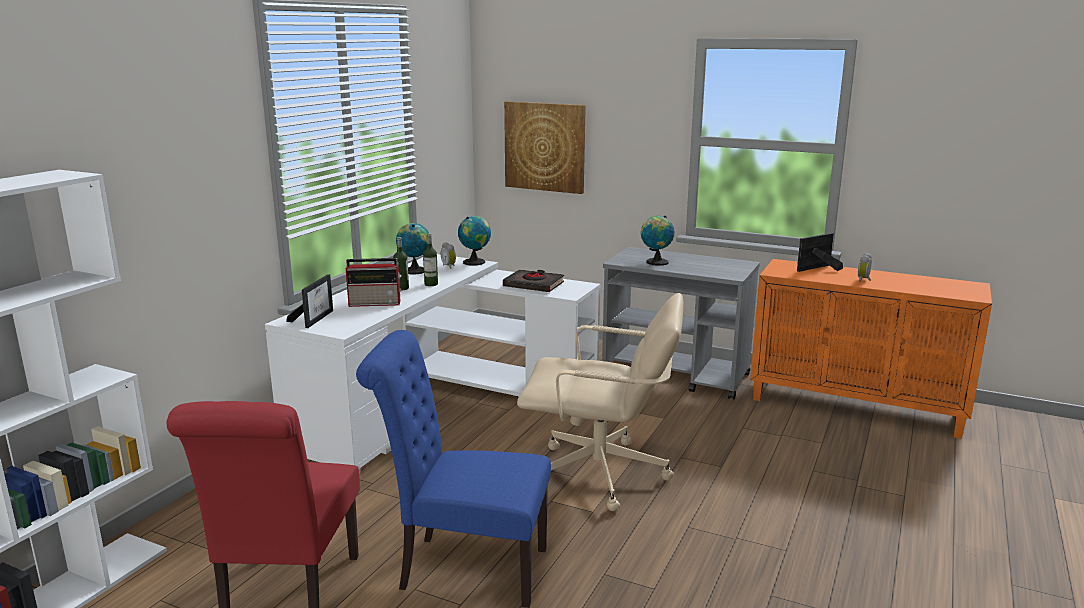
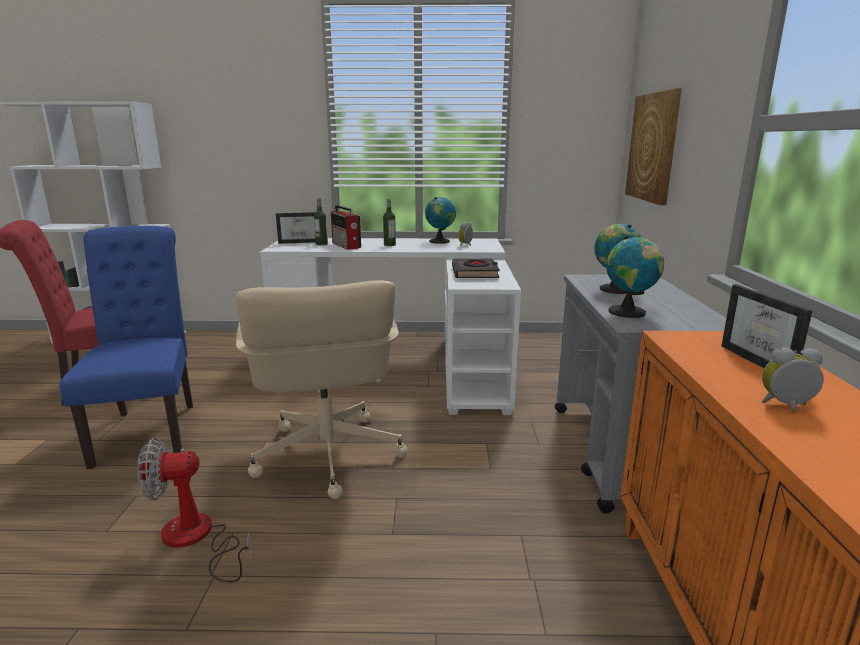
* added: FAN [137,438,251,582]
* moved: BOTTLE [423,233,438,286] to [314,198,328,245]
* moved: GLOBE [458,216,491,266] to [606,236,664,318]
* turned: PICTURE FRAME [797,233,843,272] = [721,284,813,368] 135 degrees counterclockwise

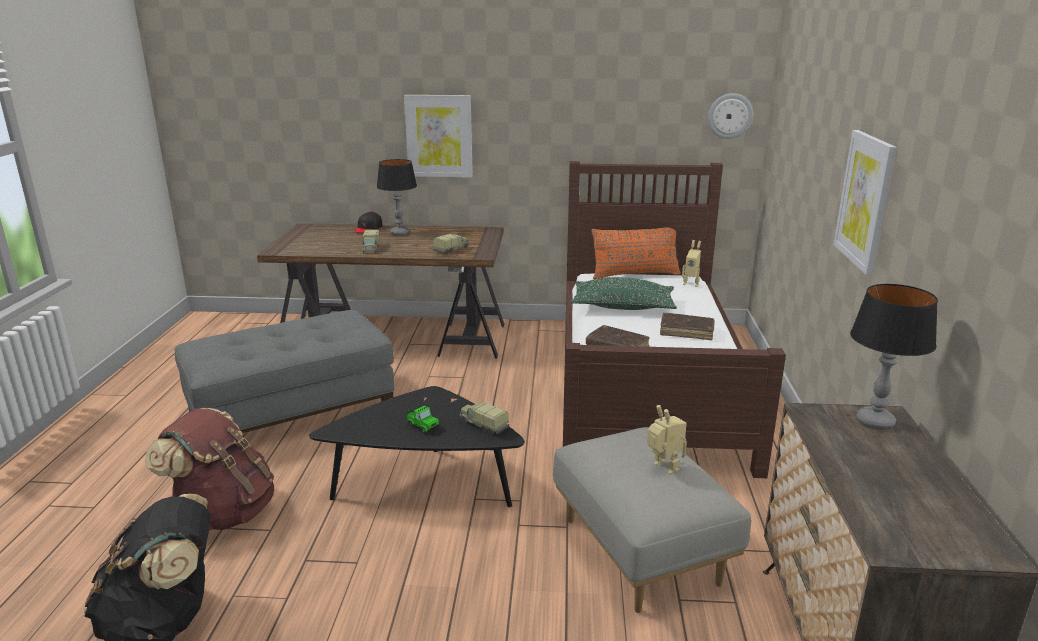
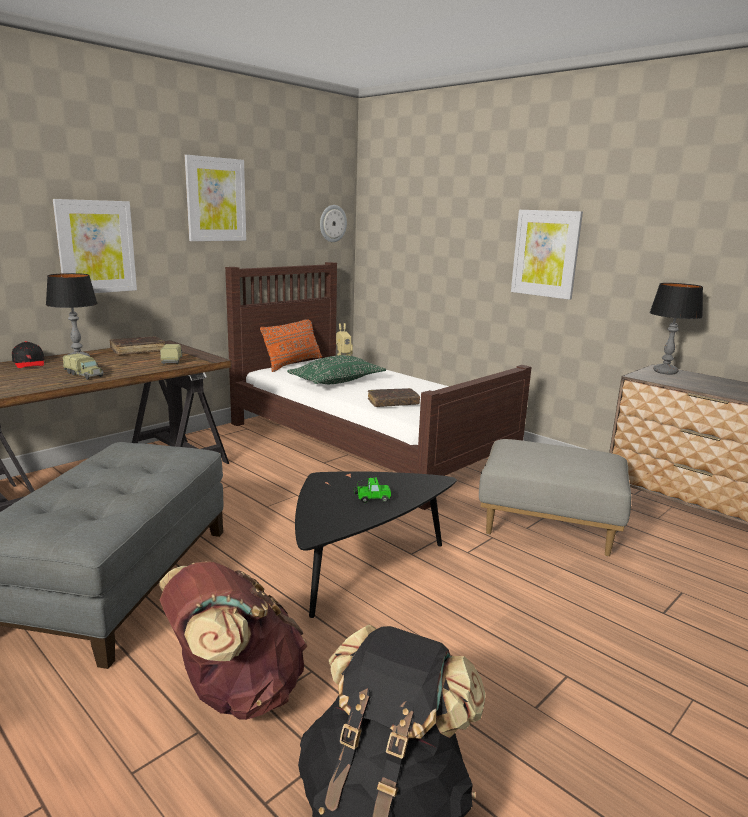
* moved: BROWN BOOK [660,313,714,340] to [109,336,165,355]
* added: PICTURE [185,155,246,241]
* removed: TOY TRUCK [459,402,509,435]
* removed: TOY ROBOT [647,405,687,475]

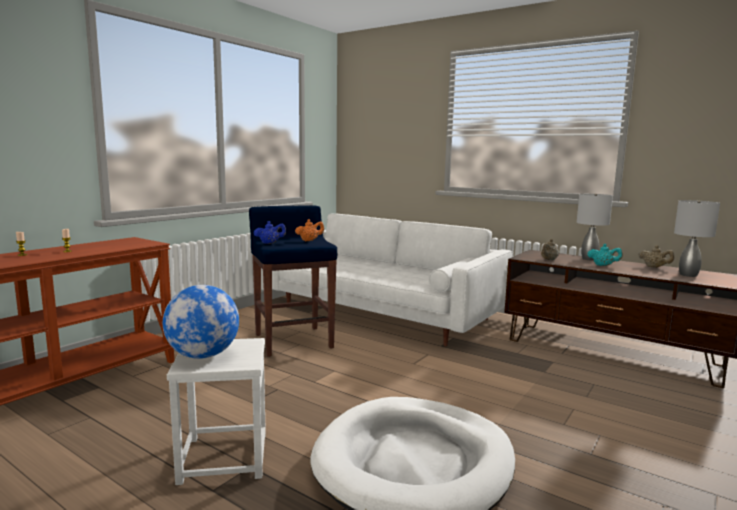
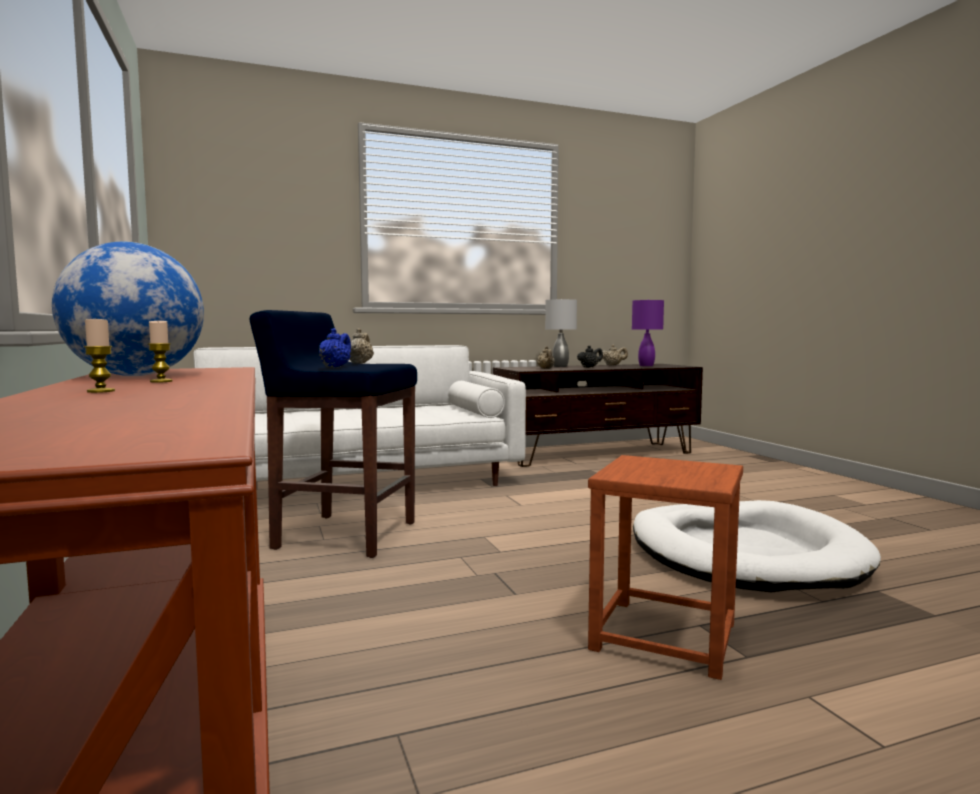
* moved: GLOBE [163,285,239,359] to [52,242,204,376]
* recoloured: ORANGE TEAPOT [295,219,324,241] to BEIGE TEAPOT [350,328,374,364]
* recoloured: TURQUOISE TEAPOT [588,244,623,266] to BLACK TEAPOT [577,346,603,368]
* recoloured: WHITE STOOL [167,338,266,485] to BROWN STOOL [588,455,743,680]
* recoloured: GREY TABLE LAMP [674,200,720,277] to PURPLE TABLE LAMP [632,299,664,366]

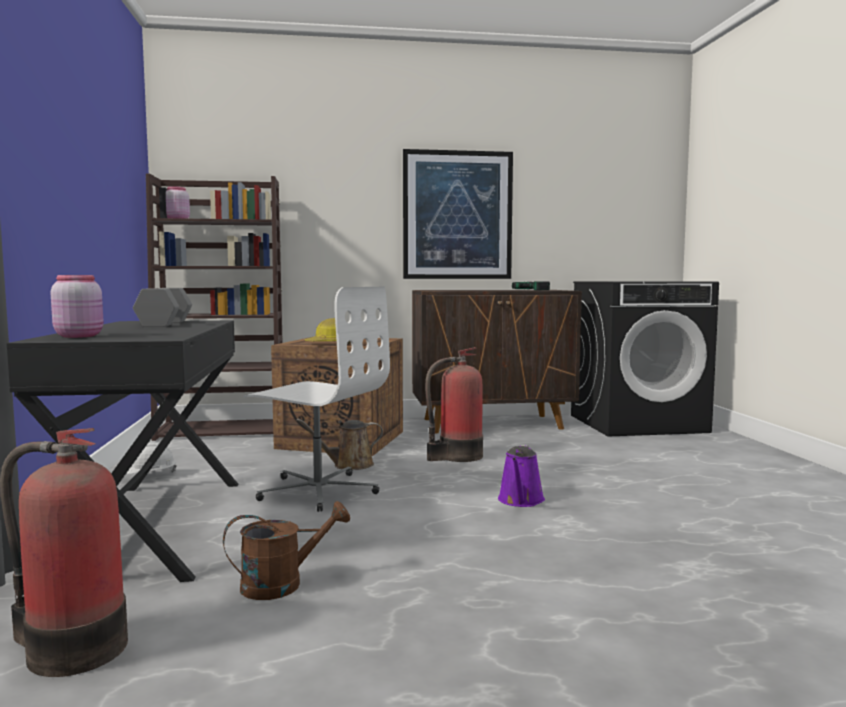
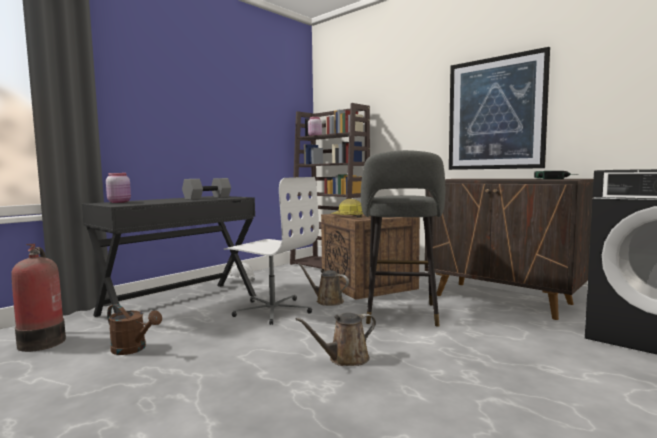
* turned: WHITE OFFICE CHAIR [243,287,390,512] = [224,177,319,325] 45 degrees counterclockwise
* recoloured: PURPLE WATERING CAN [498,445,545,507] to BROWN WATERING CAN [295,313,376,366]
* replaced: FIRE EXTINGUISHER [425,347,483,462] to GREY STOOL [361,150,445,327]

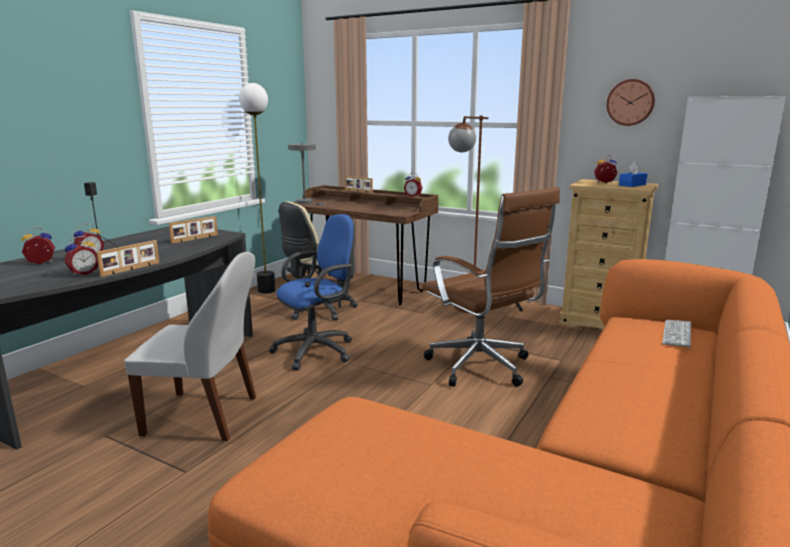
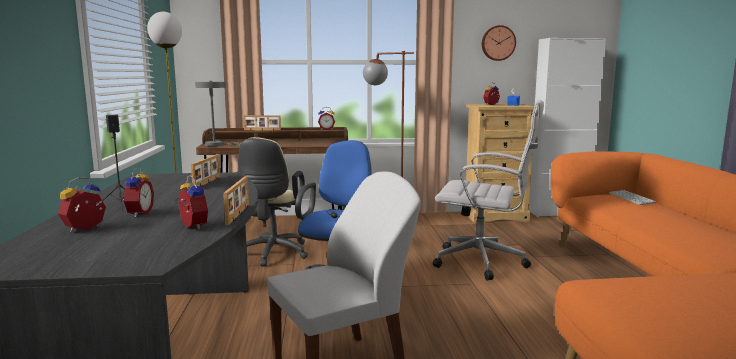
* turned: ALARM CLOCK [64,236,98,276] = [175,175,208,229] 45 degrees counterclockwise
* recoloured: BROWN OFFICE CHAIR [422,187,560,387] to WHITE OFFICE CHAIR [433,99,544,281]

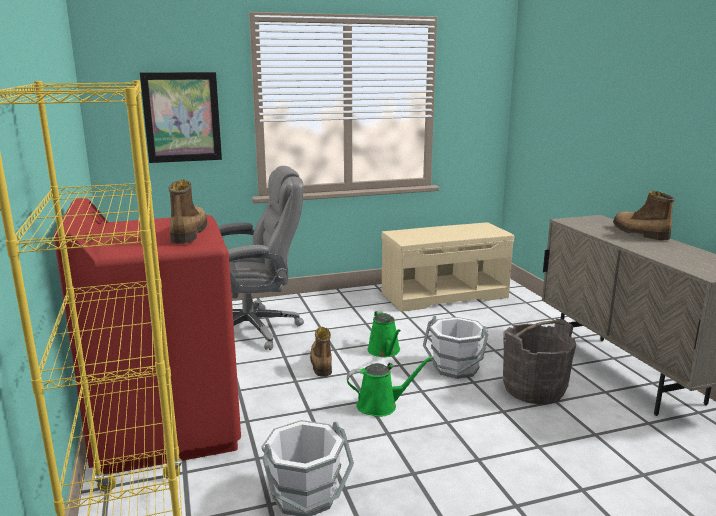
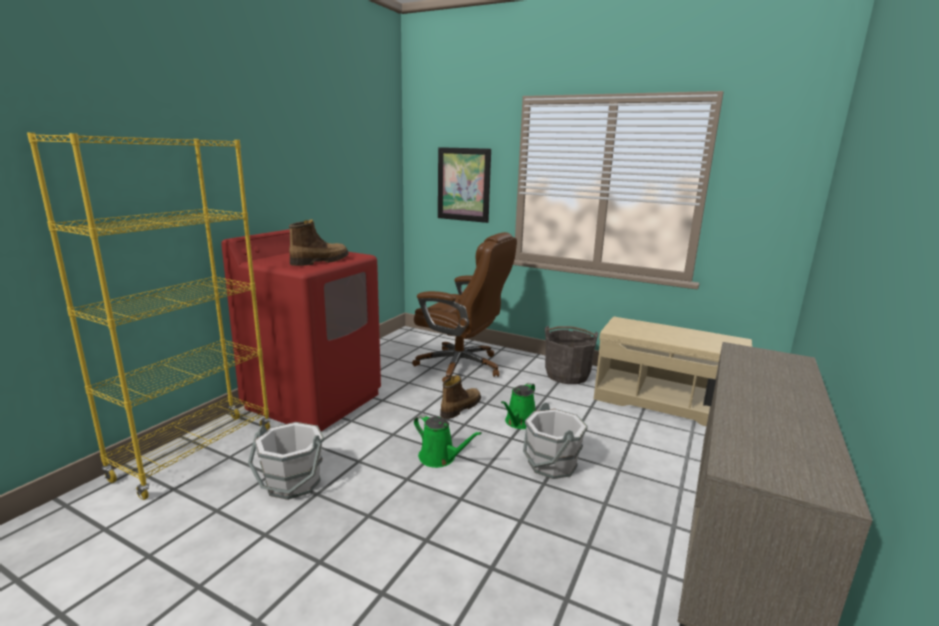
* recoloured: GREY OFFICE CHAIR [218,166,304,350] to BROWN OFFICE CHAIR [412,232,517,382]
* moved: GREY BUCKET [503,319,576,404] to [545,326,598,384]
* removed: BOOT [613,191,675,240]

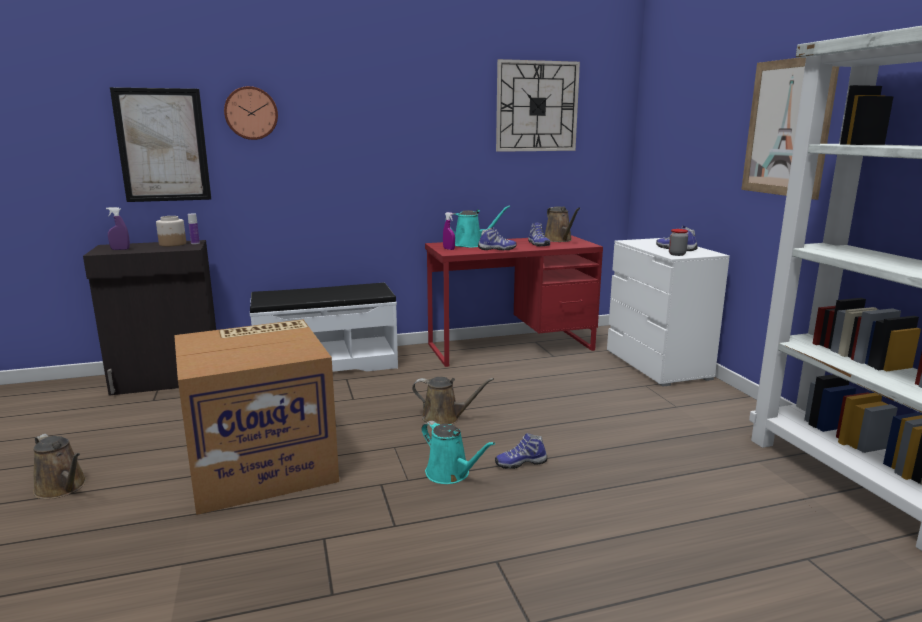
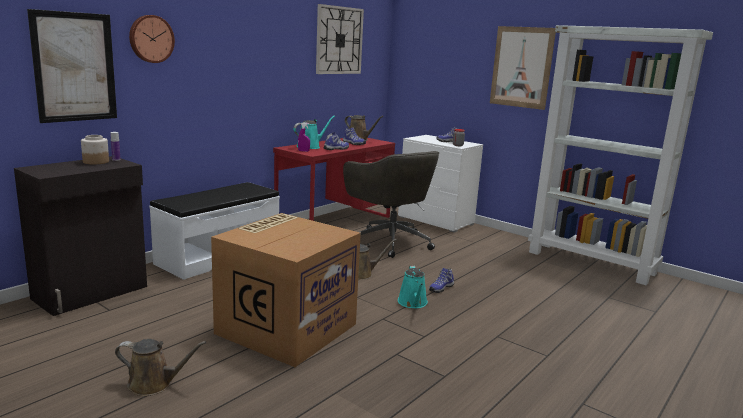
* added: GREY OFFICE CHAIR [343,151,439,258]
* turned: TURQUOISE WATERING CAN [422,421,495,484] = [398,266,428,308] 75 degrees clockwise
* removed: PURPLE SPRAY BOTTLE [106,207,130,250]

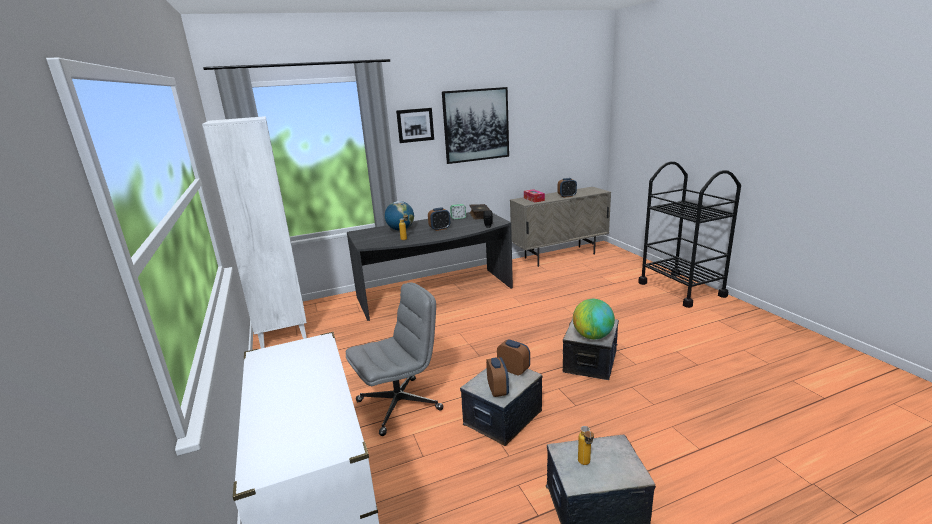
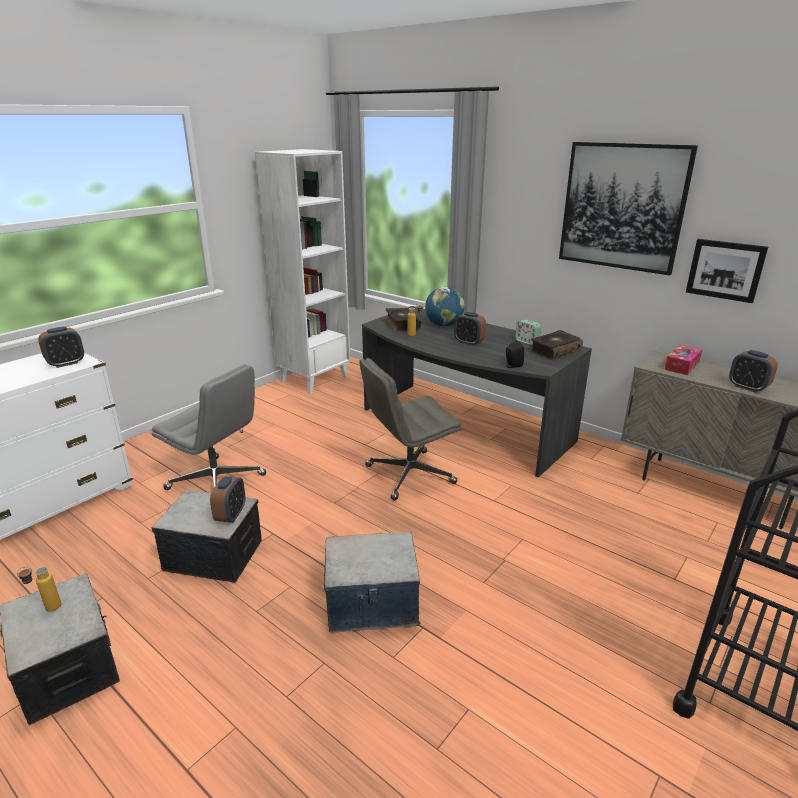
* moved: ALARM CLOCK [486,357,509,397] to [38,326,84,368]
* added: GREY OFFICE CHAIR [359,358,462,500]
* added: BOOK [385,308,421,332]
* moved: PICTURE [396,108,434,143] to [686,239,768,303]
* removed: GLOBE [573,299,615,339]

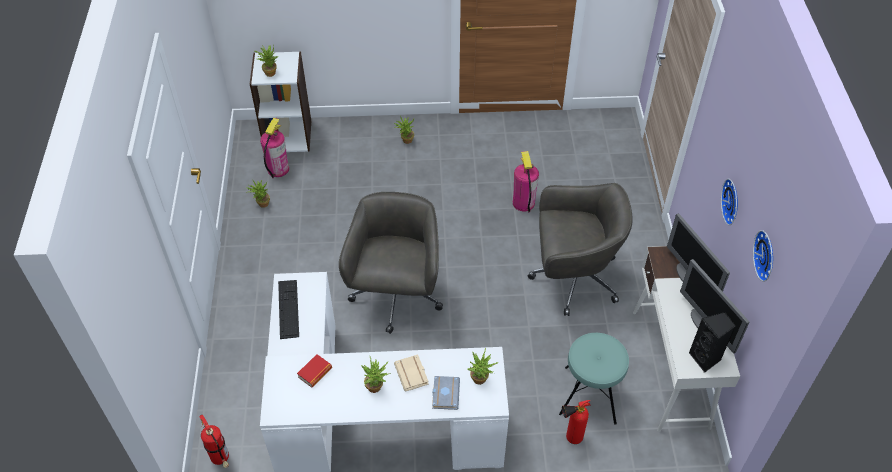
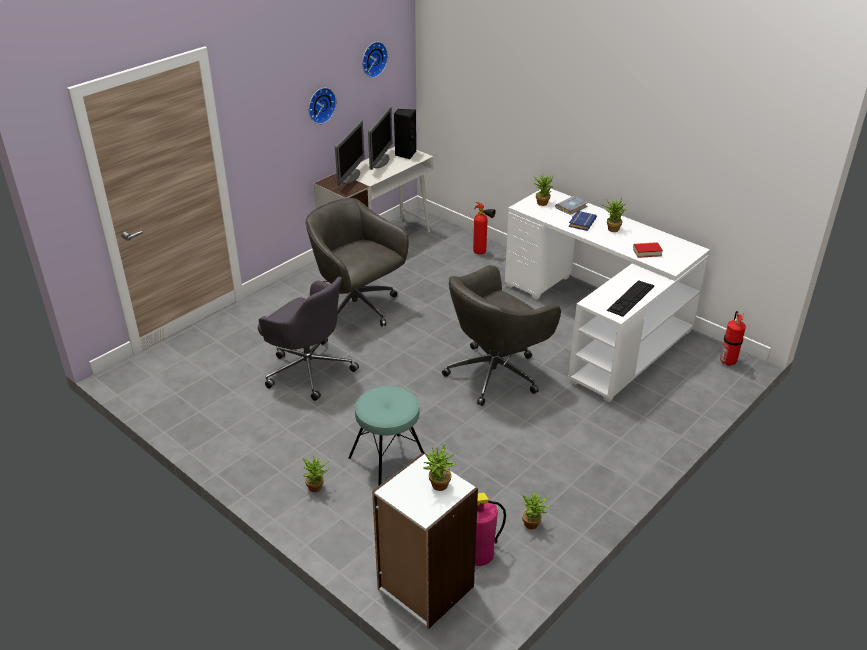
* replaced: FIRE EXTINGUISHER [513,151,539,213] to GREY OFFICE CHAIR [258,277,359,401]
* moved: TURQUOISE STOOL [559,333,629,425] to [348,386,424,486]
* recoloured: BEIGE BOOK [394,355,429,392] to BLUE BOOK [569,211,597,231]

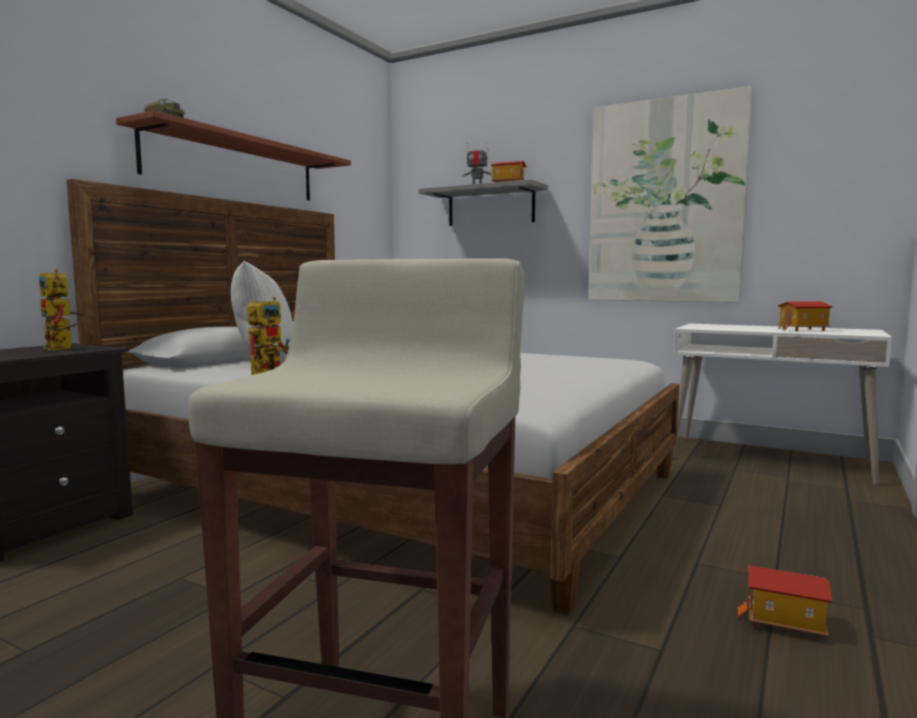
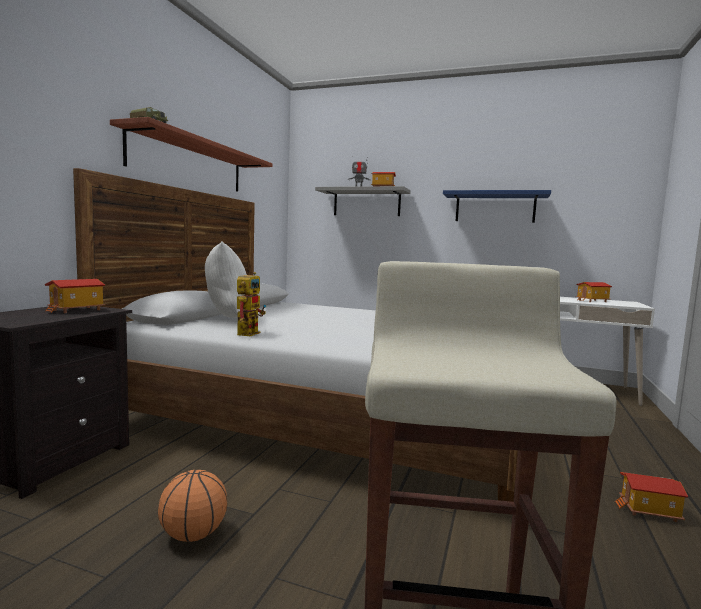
* replaced: TOY ROBOT [39,268,86,351] to TOY HOUSE [45,279,106,313]
* added: BASKETBALL [158,470,227,542]
* replaced: PICTURE [588,86,753,302] to BLUE SHELF [443,190,551,223]

